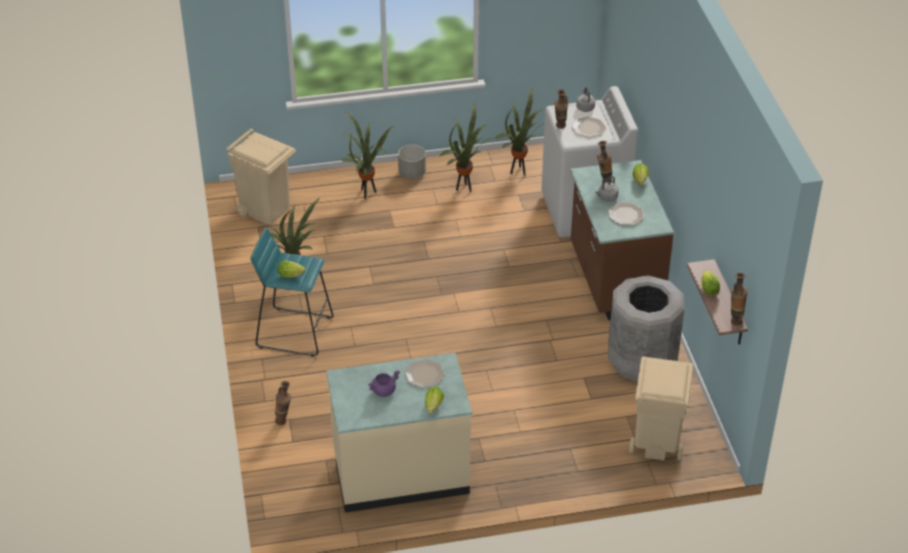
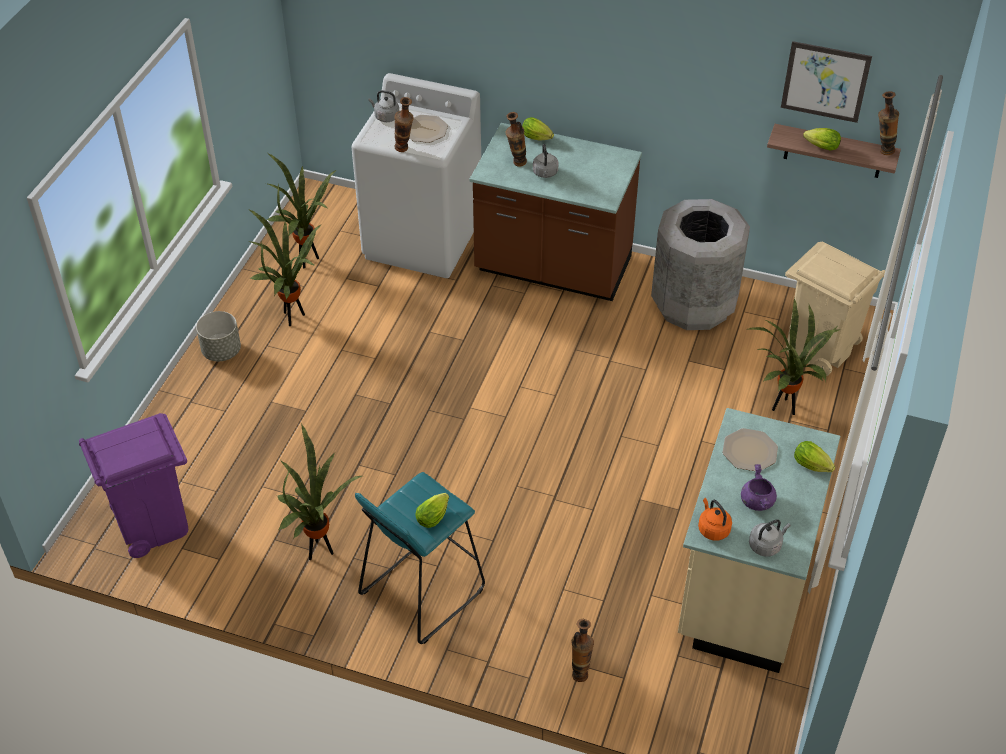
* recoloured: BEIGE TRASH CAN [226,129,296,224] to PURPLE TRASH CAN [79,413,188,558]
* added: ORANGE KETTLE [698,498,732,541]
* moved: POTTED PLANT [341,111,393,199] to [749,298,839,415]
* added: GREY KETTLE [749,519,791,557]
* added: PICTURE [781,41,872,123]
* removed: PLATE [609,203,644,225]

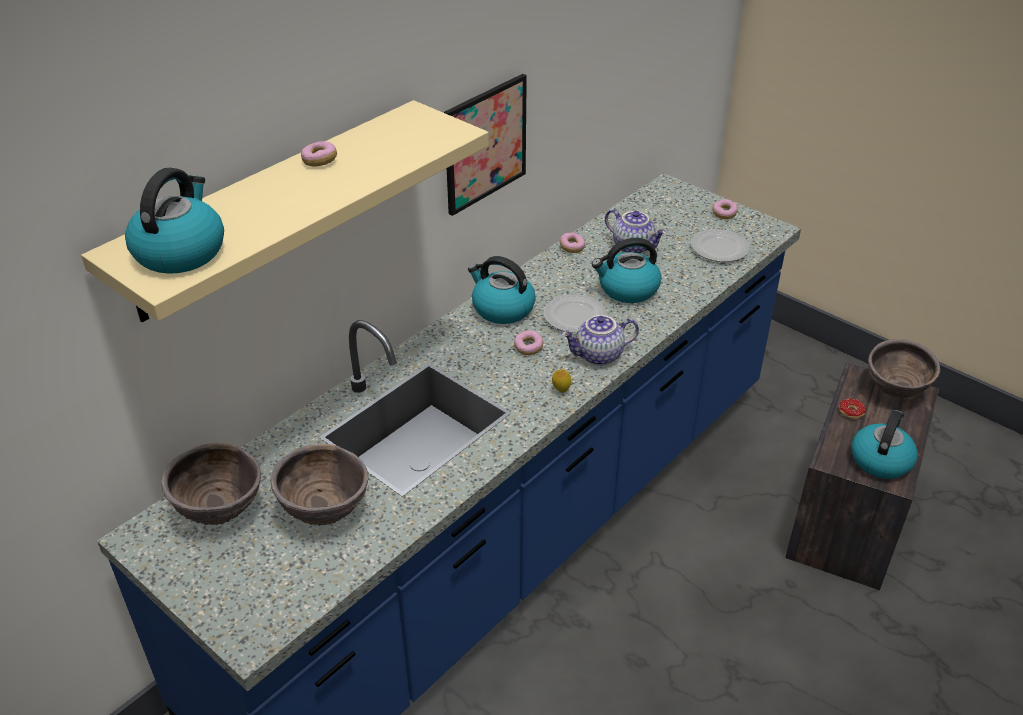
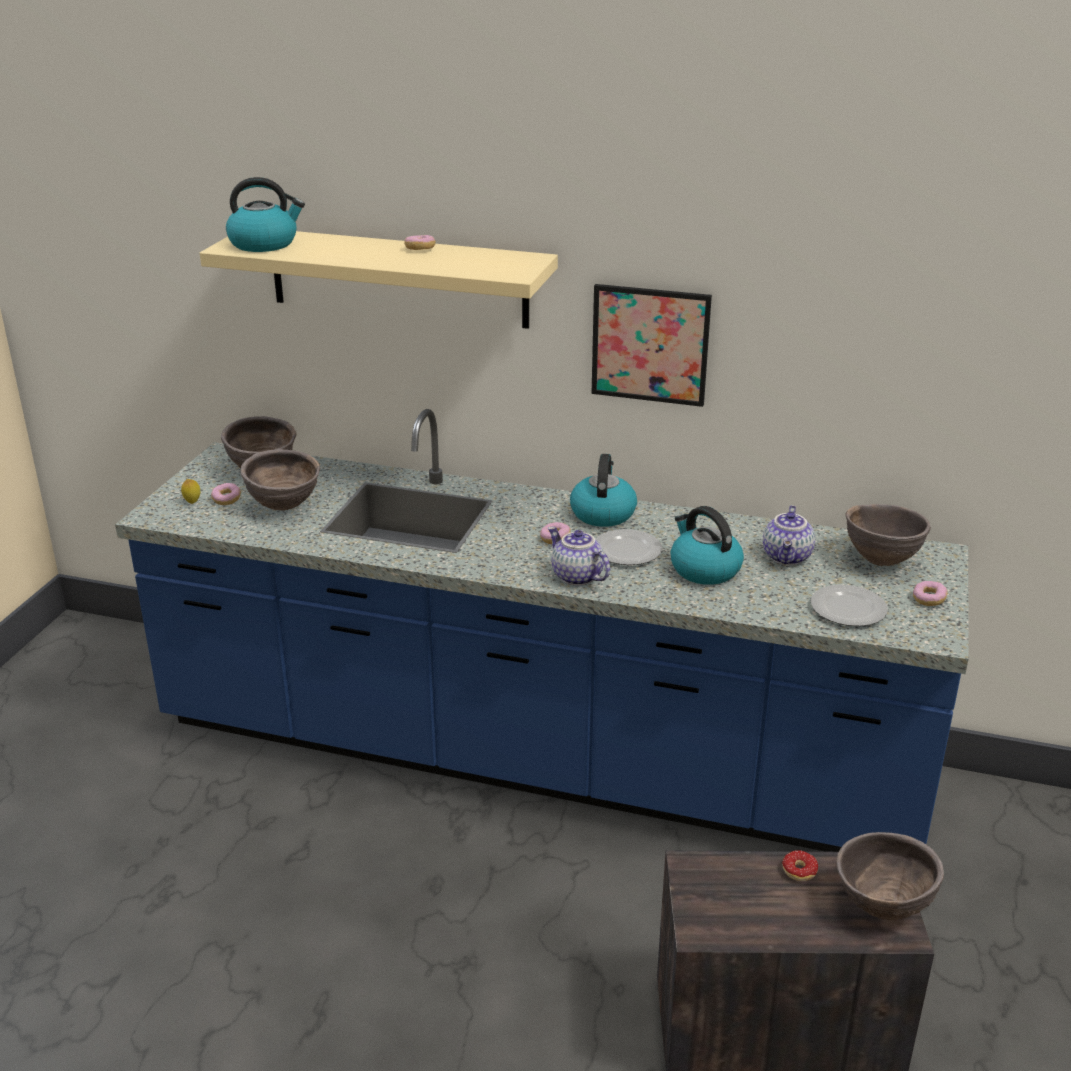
* moved: LEMON [552,369,571,393] to [181,479,200,504]
* moved: DONUT [560,233,585,253] to [211,483,241,505]
* added: BROWN BOWL [845,504,930,566]
* removed: KETTLE [851,410,918,479]

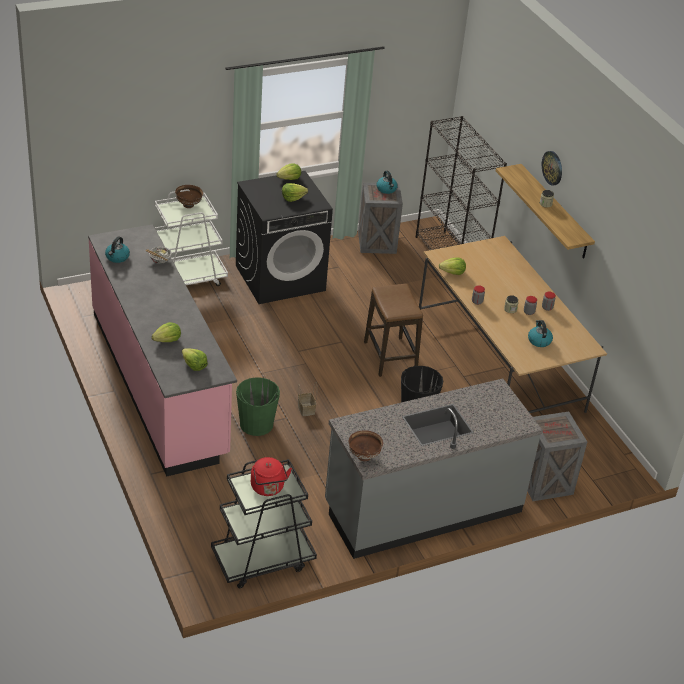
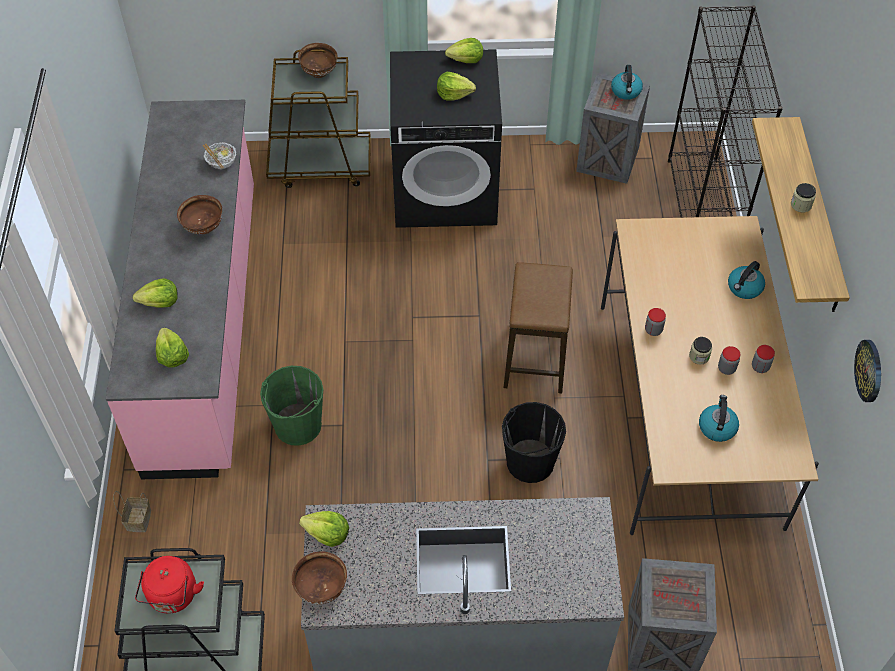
* moved: BASKET [298,382,317,416] to [113,491,151,532]
* added: BROWN BOWL [177,195,222,234]
* recoloured: WHITE CART [155,189,228,286] to BROWN CART [266,49,371,188]
* moved: LETTUCE [439,257,466,275] to [299,511,349,547]
* moved: KETTLE [105,236,130,263] to [728,261,765,299]
* moved: WALL CLOCK [542,151,562,186] to [854,340,881,402]

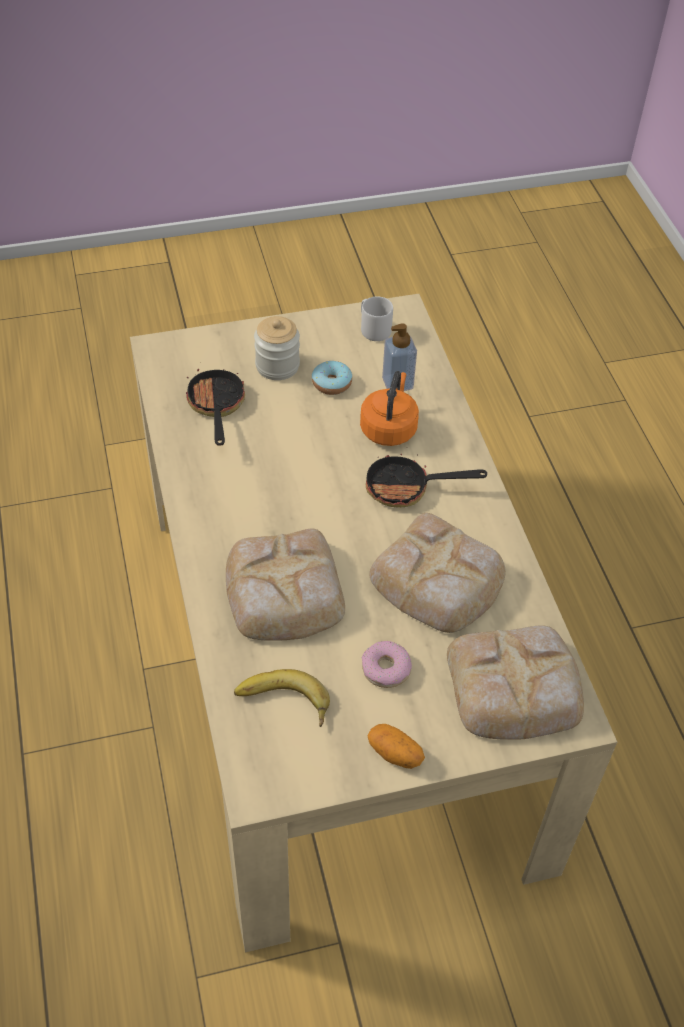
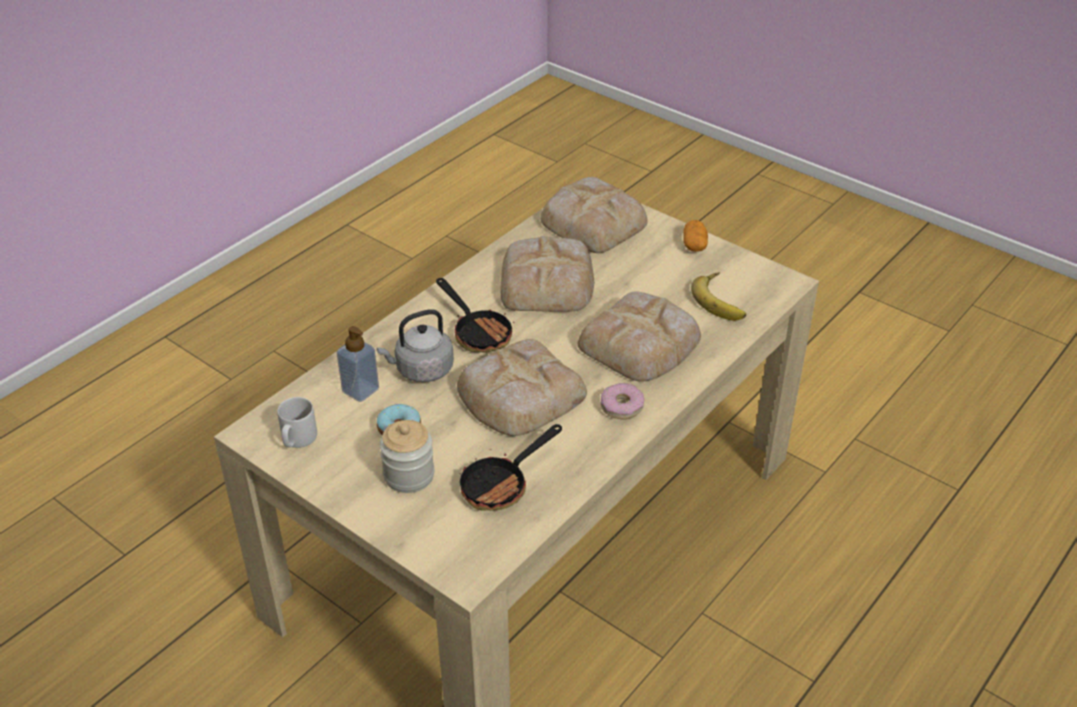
* recoloured: ORANGE KETTLE [360,371,419,446] to GREY KETTLE [377,309,454,382]
* added: BREAD [457,339,587,436]
* moved: DONUT [362,641,412,688] to [601,383,644,419]

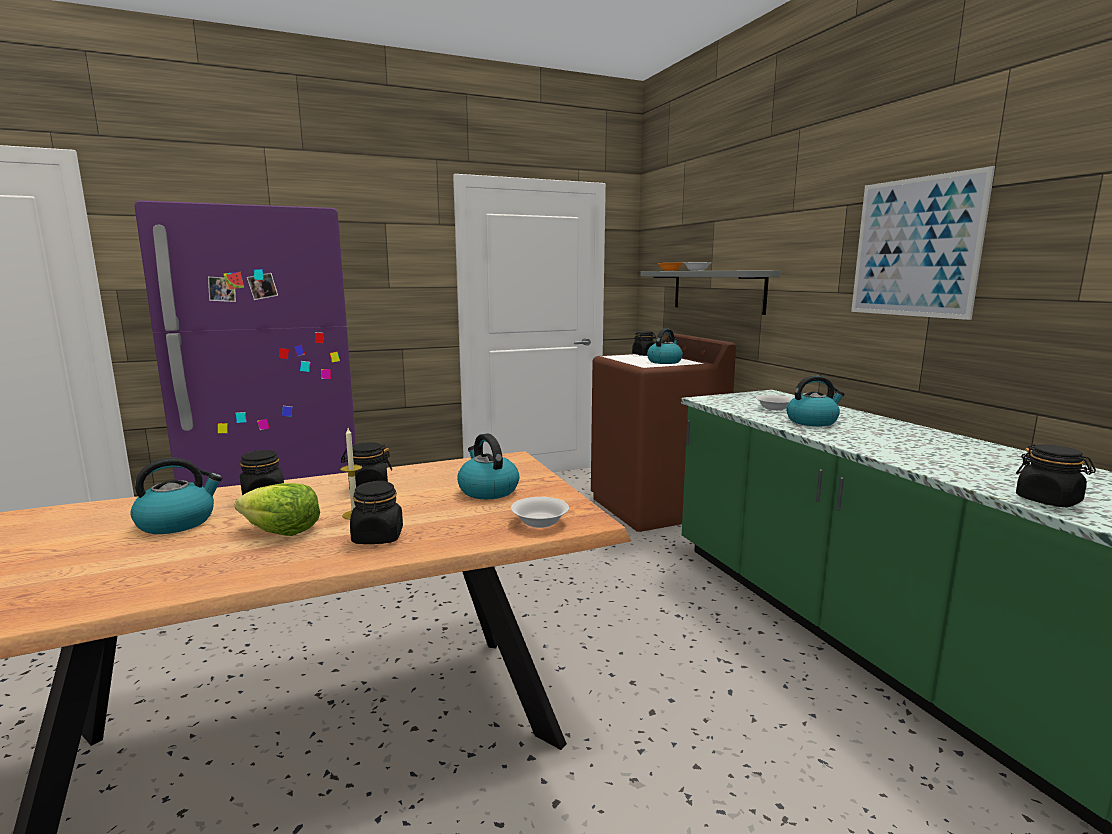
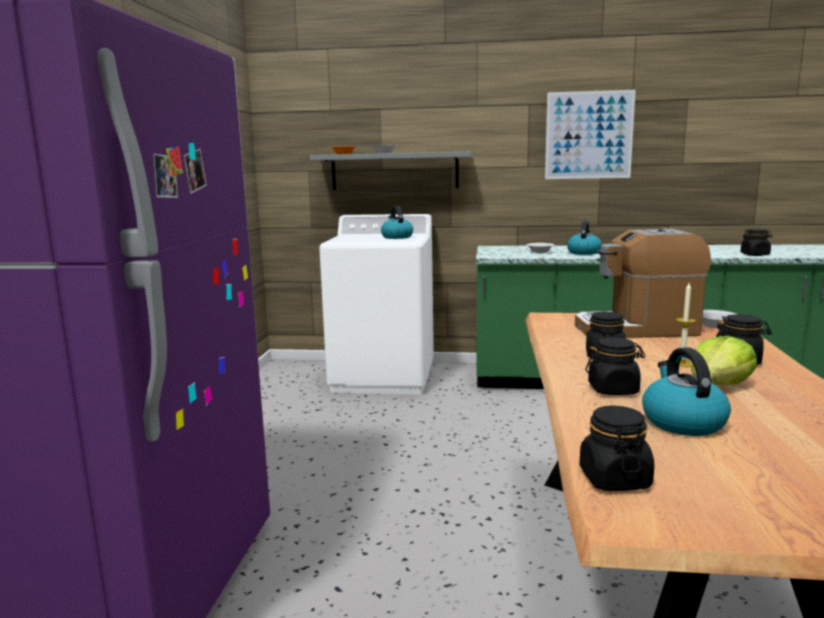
* recoloured: BROWN WASHING MACHINE [591,333,736,532] to WHITE WASHING MACHINE [319,214,434,395]
* replaced: KETTLE [458,433,519,499] to COFFEE MACHINE [575,228,711,338]
* moved: BLACK JAR [632,331,656,356] to [580,406,654,491]

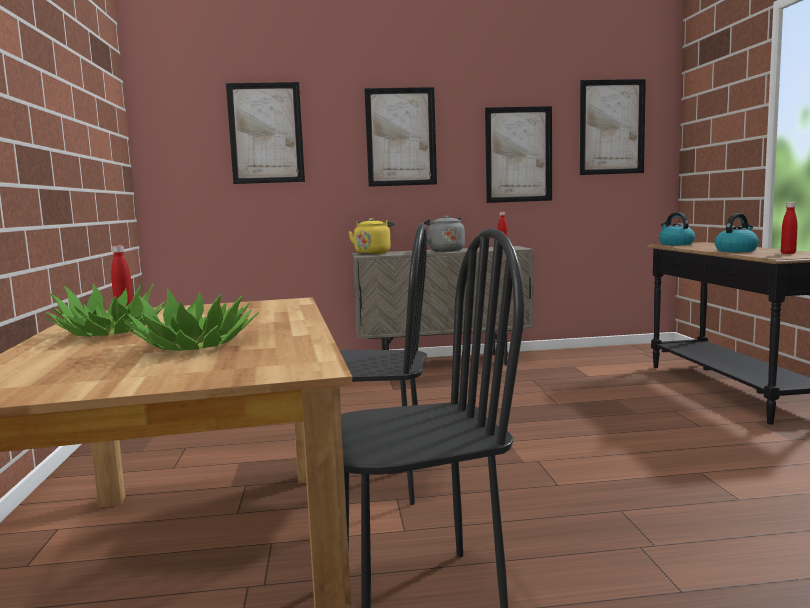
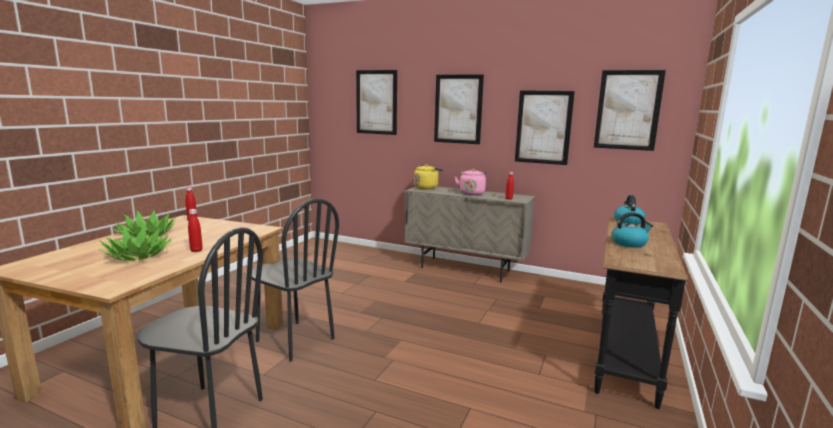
* moved: RED BOTTLE [781,203,798,254] to [188,209,203,252]
* recoloured: GREY KETTLE [424,215,465,252] to PINK KETTLE [455,169,487,195]

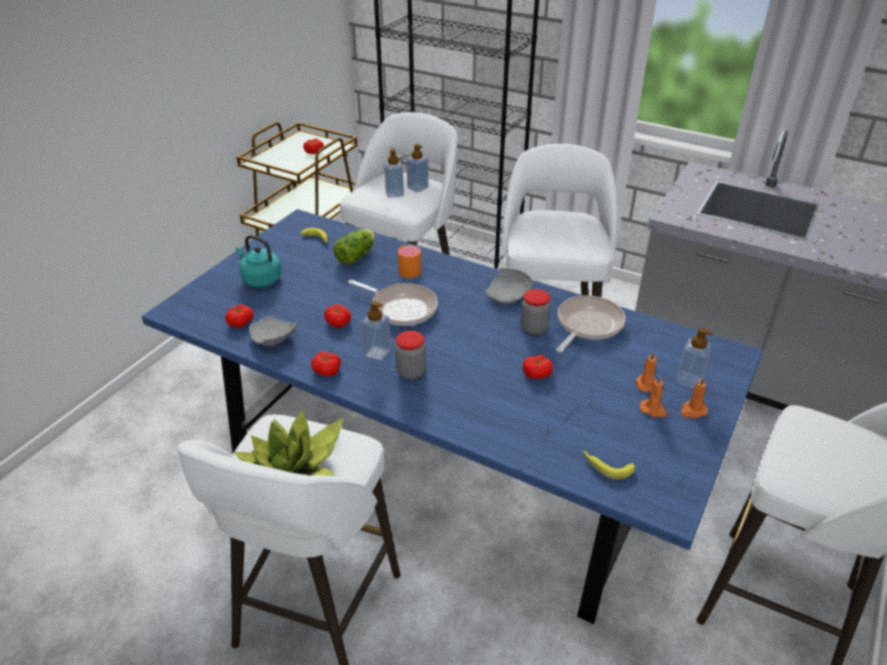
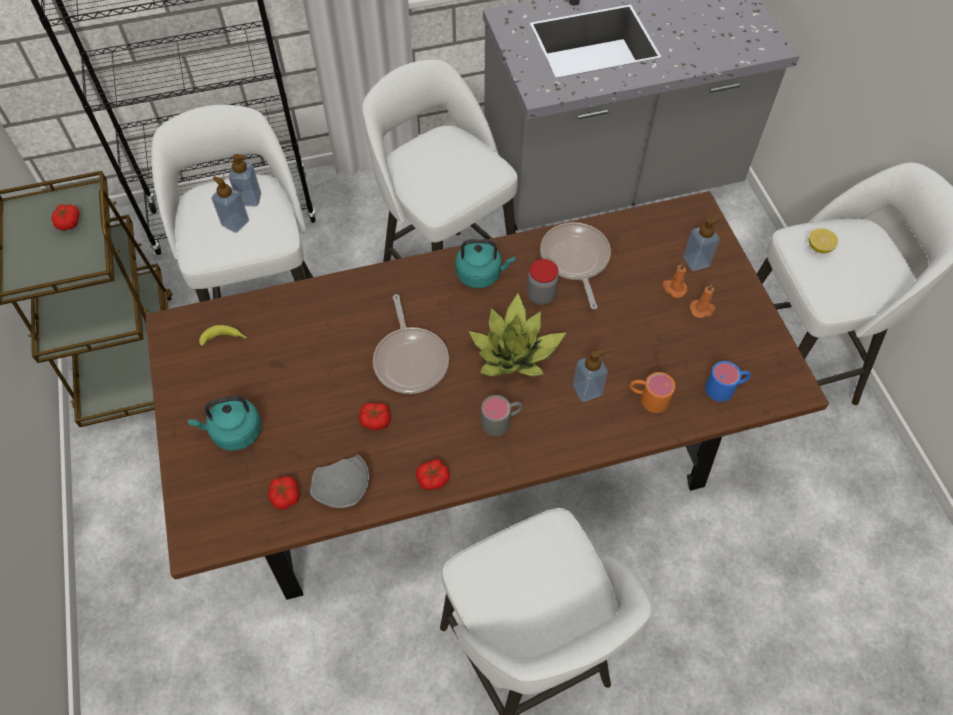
* recoloured: BLUE DINING TABLE [142,209,763,624] to BROWN DINING TABLE [145,191,829,600]
* turned: FRYING PAN [348,280,438,326] = [373,294,449,394] 90 degrees clockwise
* replaced: GREY PLATE [485,268,532,304] to TURQUOISE KETTLE [455,239,515,288]
* moved: POTTED PLANT [234,410,343,476] to [469,293,567,377]
* replaced: JAR [395,331,426,380] to GREY MUG [481,395,523,436]
* moved: SOAP DISPENSER [361,301,391,361] to [573,350,608,402]
* moved: ORANGE MUG [398,245,421,278] to [630,372,675,413]
* replaced: BANANA [582,451,635,479] to BLUE MUG [705,361,751,402]
* added: LEMON [808,228,838,253]
* removed: LETTUCE [333,229,375,264]
* removed: TOMATO [523,355,553,379]
* removed: ORANGE CANDLE [681,376,708,418]

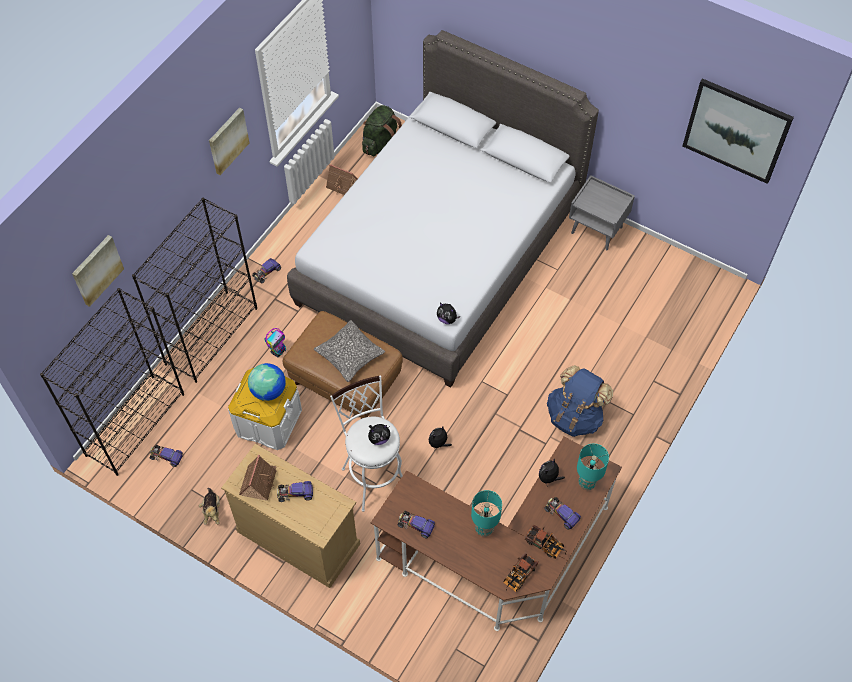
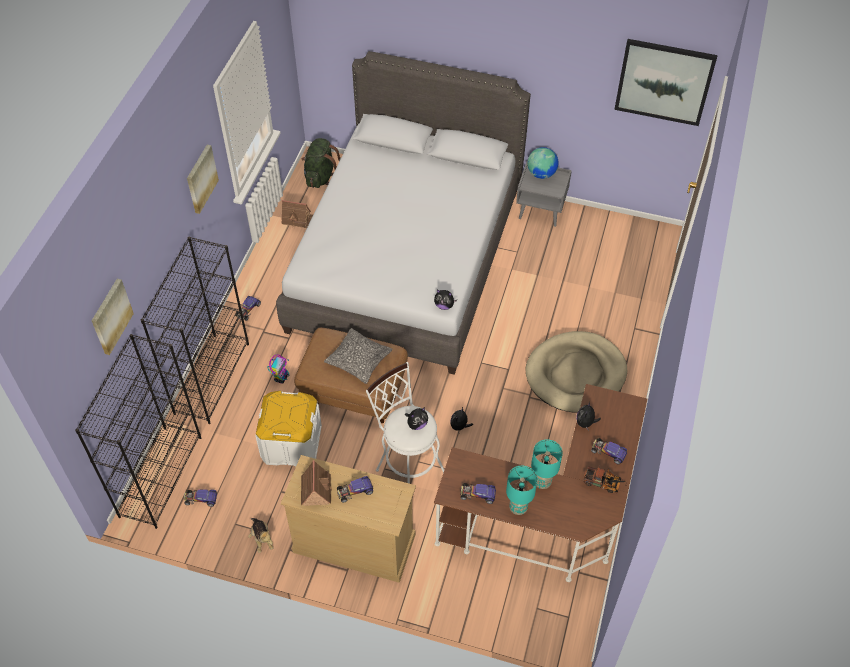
* moved: TURQUOISE TABLE LAMP [577,444,609,490] to [506,466,538,515]
* replaced: BLUE BACKPACK [547,365,613,437] to BEIGE DOG BED [525,331,627,412]
* moved: GLOBE [248,363,286,401] to [527,147,558,179]
* removed: TOY TRUCK [503,553,539,592]

